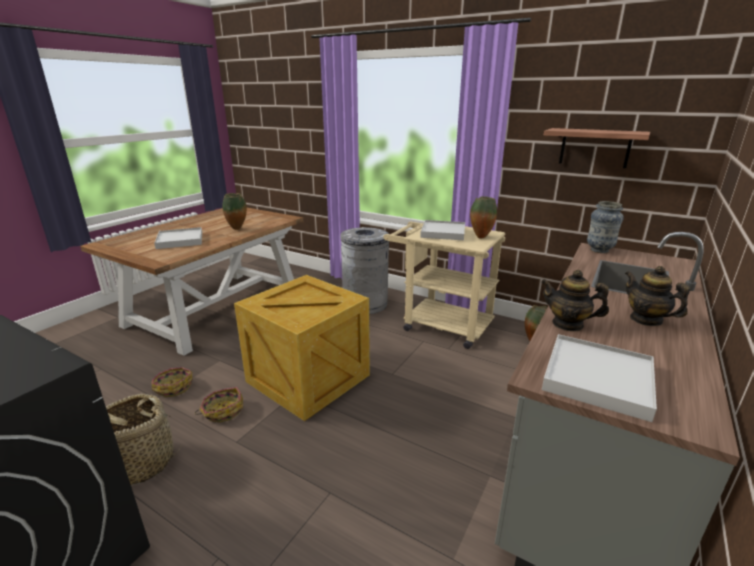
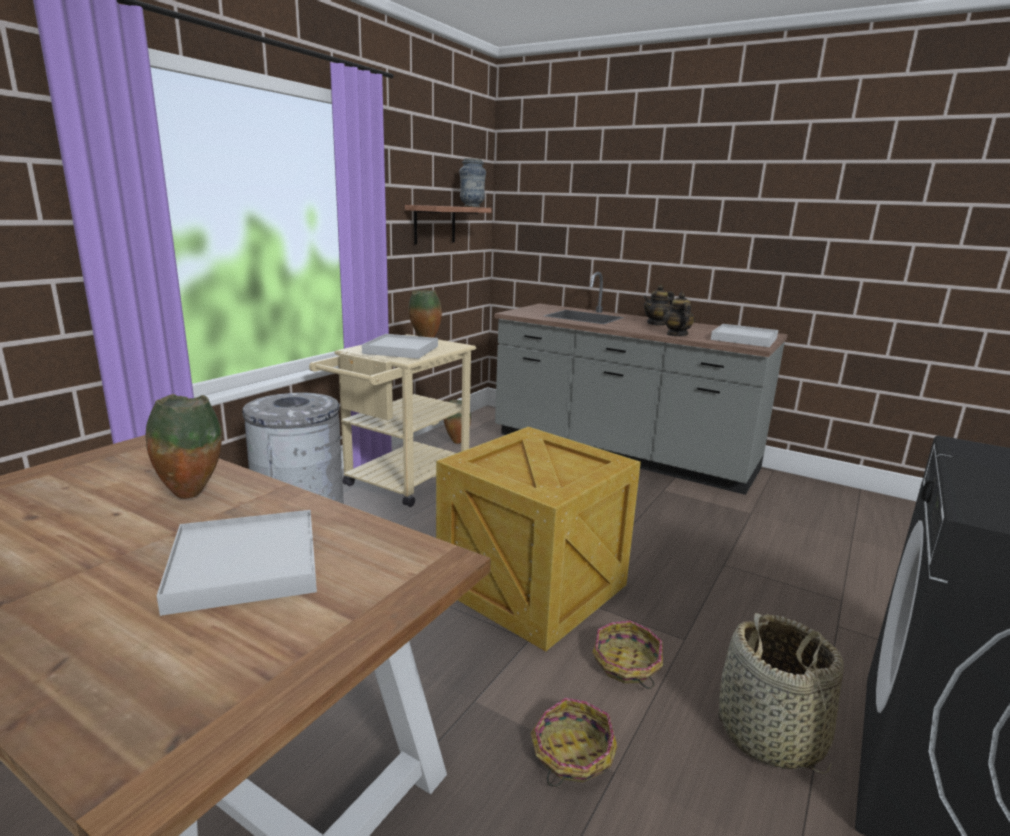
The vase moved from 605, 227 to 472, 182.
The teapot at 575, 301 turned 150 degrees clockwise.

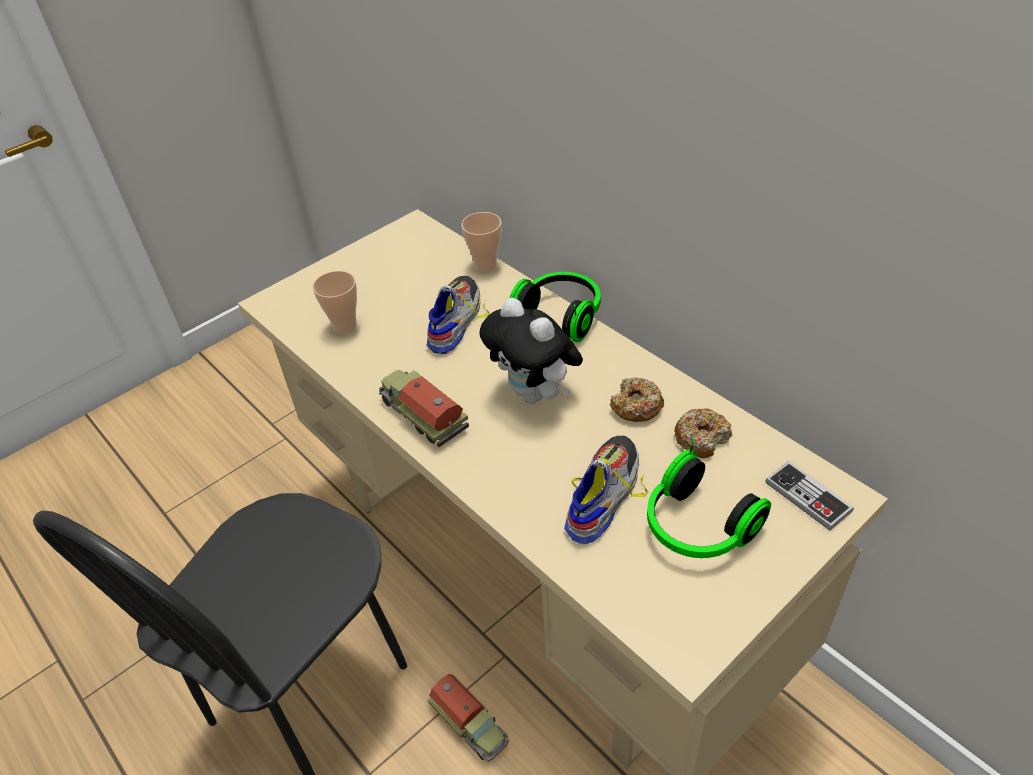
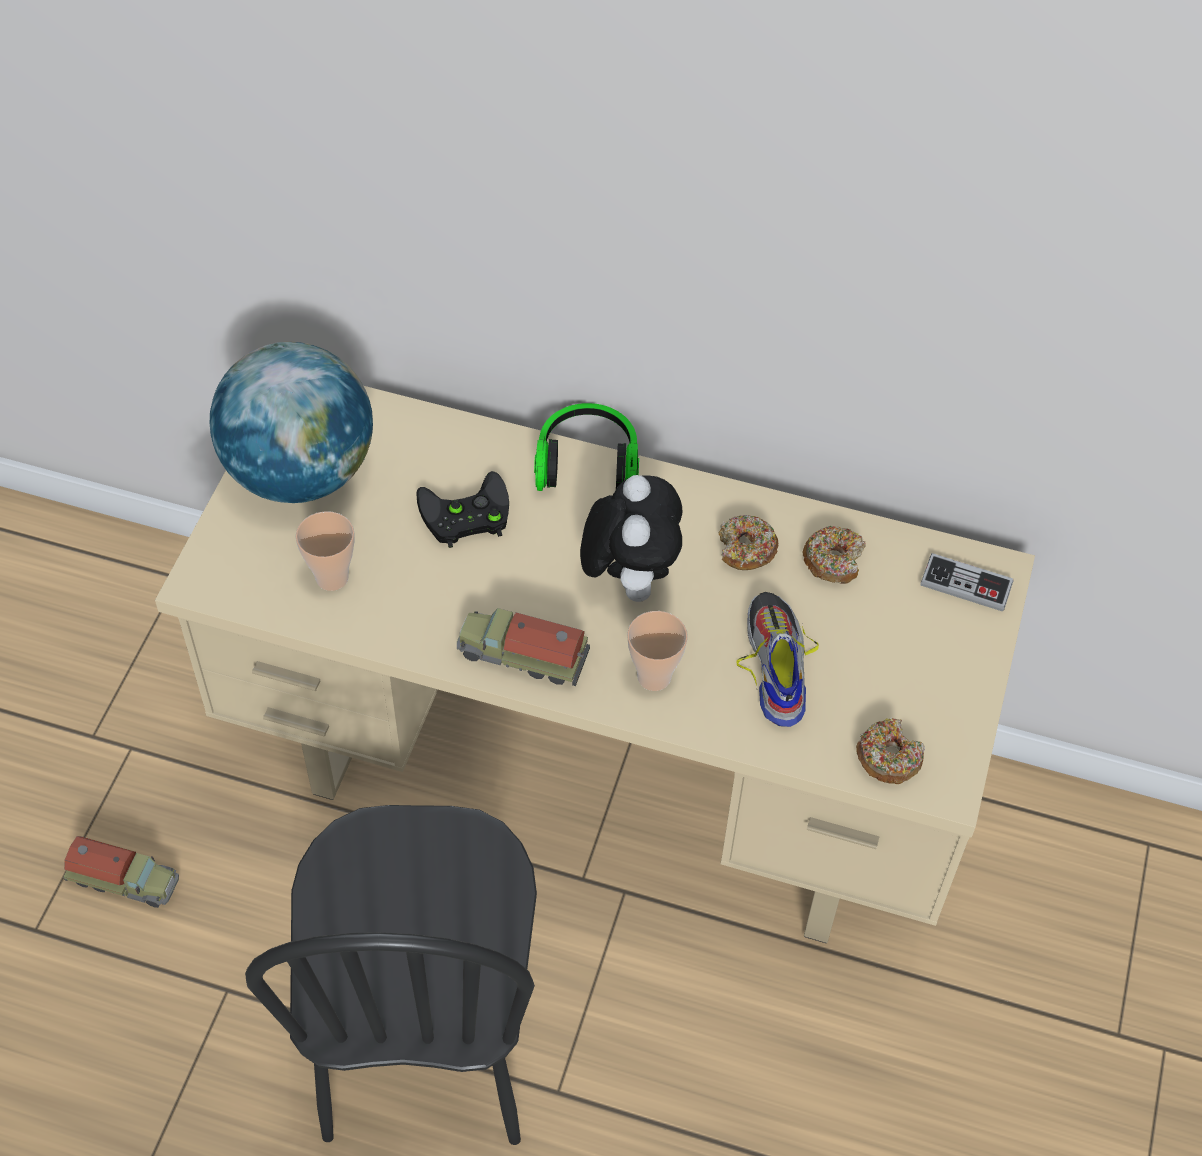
The headphones at 709, 499 disappeared.
The globe at 291, 422 appeared.
The donut at 890, 751 appeared.
The toy truck moved from 468, 718 to 121, 872.
The cup moved from 481, 242 to 657, 651.
The shoe at 458, 315 was replaced by the game controller (black) at 462, 509.
The plush toy at 531, 351 turned 105 degrees counterclockwise.

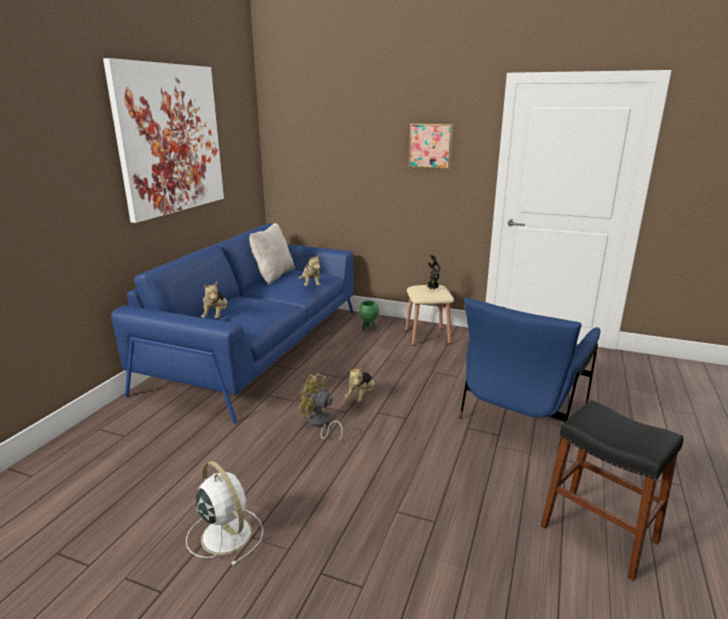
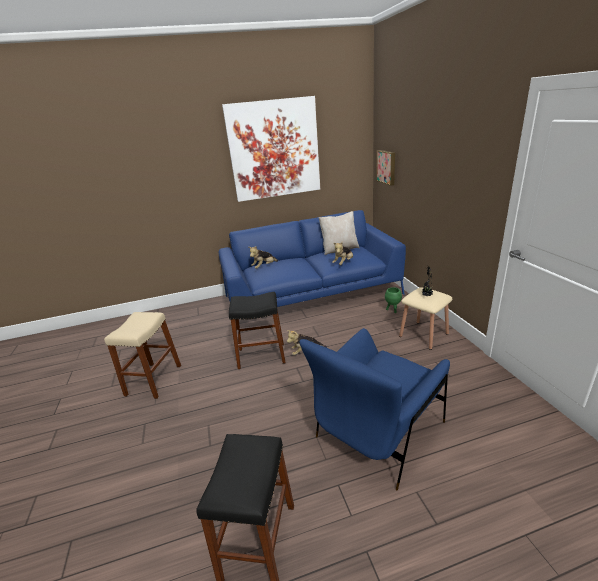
The picture moved from 431, 146 to 385, 168.
The fan (white) at 224, 513 was replaced by the stool (beige) at 142, 355.
The fan (yellow) at 321, 408 was replaced by the stool (black) at 257, 330.
The armchair (blue) at 530, 375 turned 45 degrees counterclockwise.

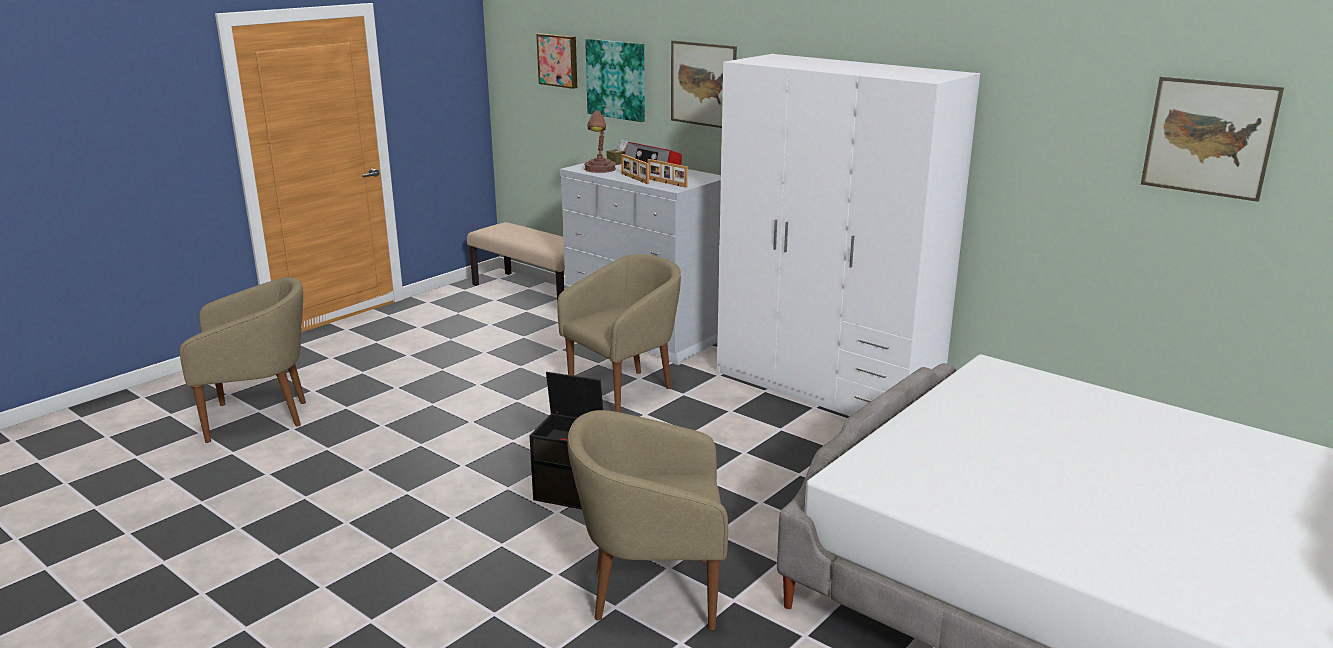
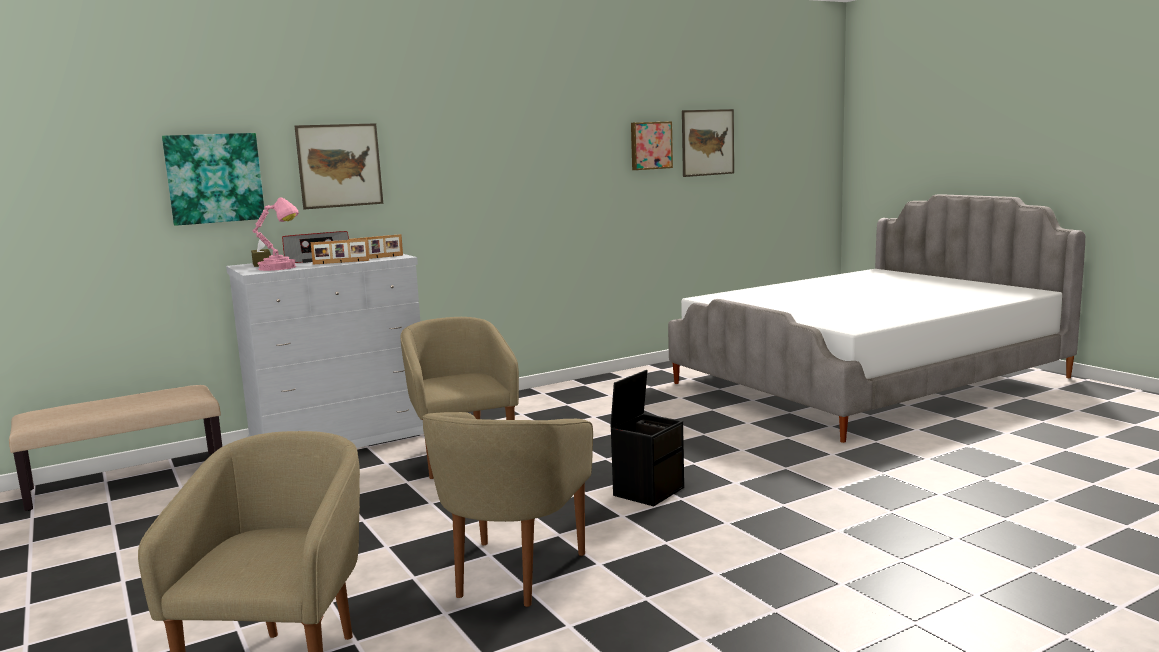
The wardrobe (white) at 848, 235 disappeared.
The picture moved from 556, 61 to 652, 145.
The armchair (beige) moved from 647, 520 to 508, 509.
The table lamp (brown) at 600, 141 became the table lamp (pink) at 276, 234.

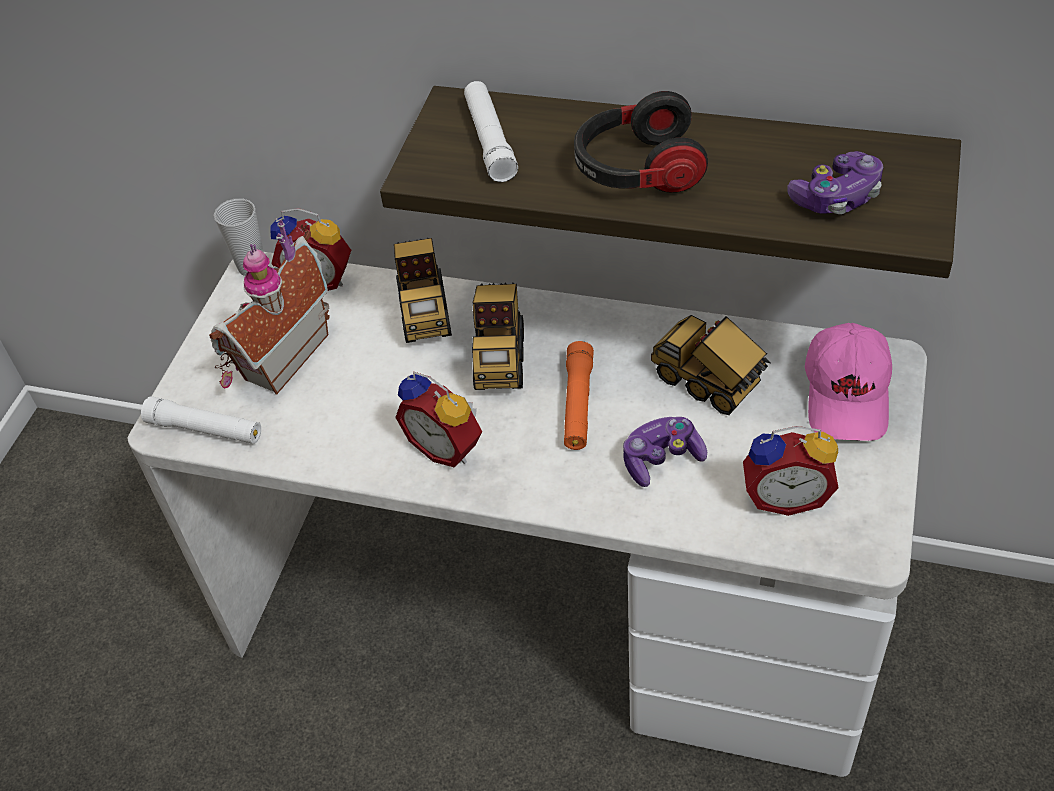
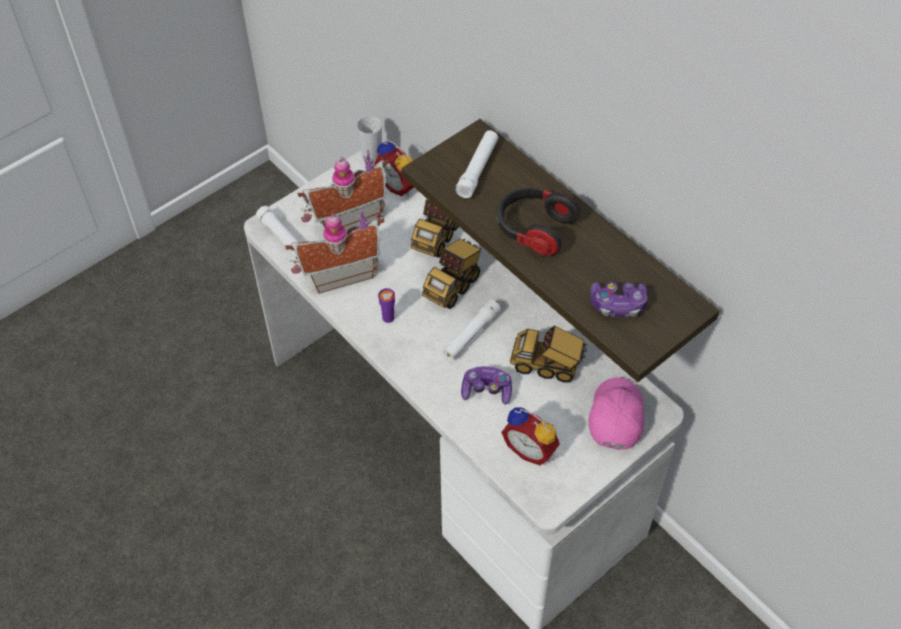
The toy house at 334, 250 appeared.
The alarm clock at 438, 420 was replaced by the cup (purple) at 386, 305.
The flashlight (orange) at 579, 395 became the flashlight (white) at 472, 329.
The toy truck at 711, 365 turned 60 degrees counterclockwise.
The cap (pink) at 848, 382 turned 150 degrees clockwise.

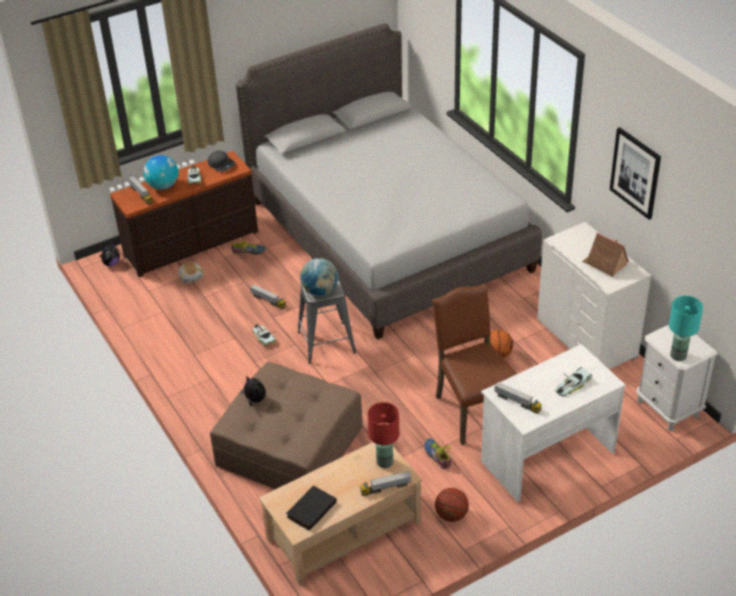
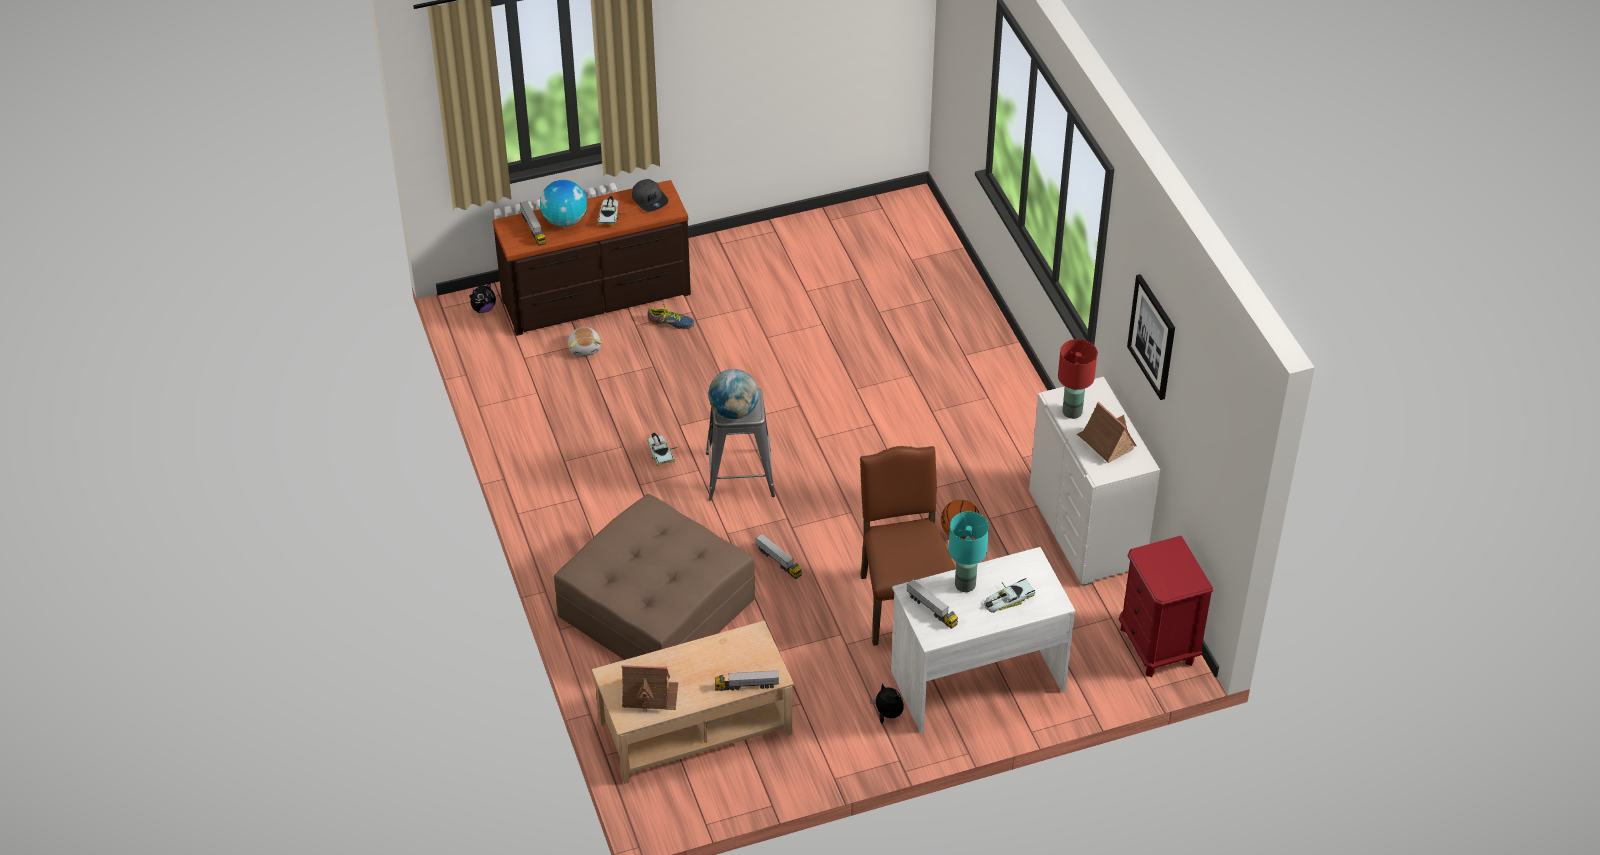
The bed (grey) at 389, 181 disappeared.
The shoe at 437, 454 disappeared.
The basketball at 452, 505 disappeared.
The plush toy moved from 253, 390 to 887, 703.
The toy truck moved from 268, 297 to 779, 556.
The table lamp (red) moved from 383, 435 to 1077, 379.
The table lamp (turquoise) moved from 686, 328 to 968, 552.
The book (black) at 311, 508 was replaced by the toy house at 649, 689.
The nightstand (white) at 677, 378 became the nightstand (red) at 1166, 606.

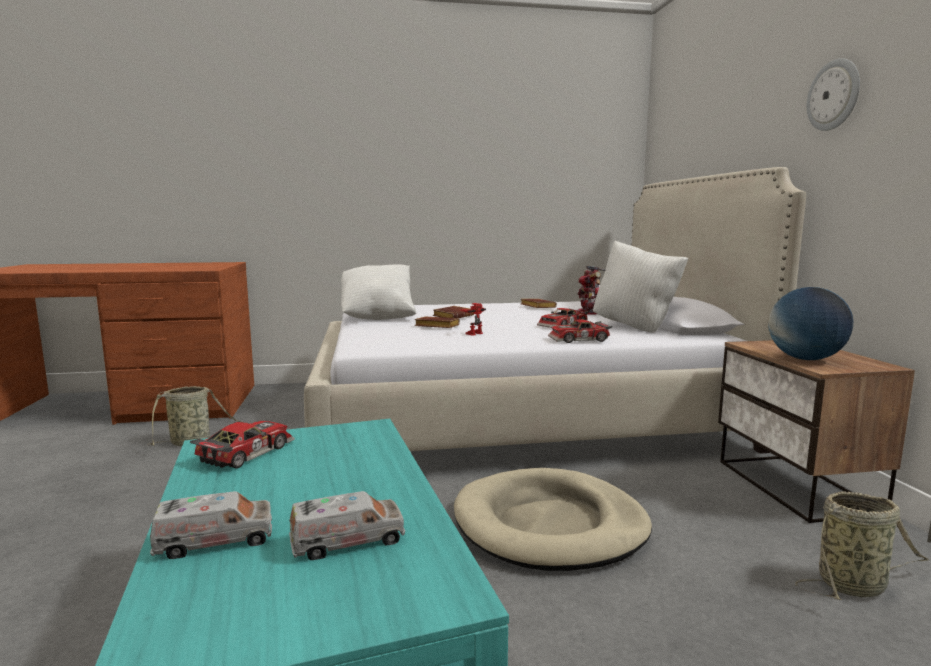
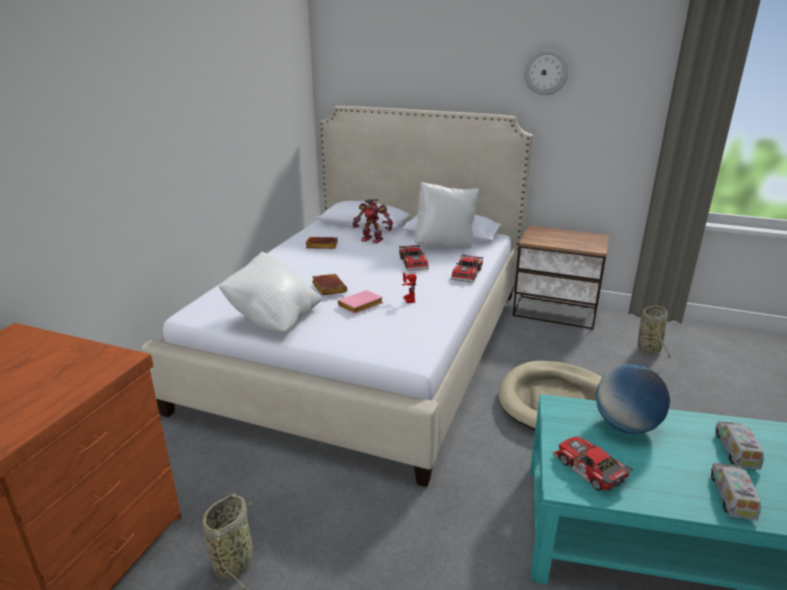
The globe moved from 810, 323 to 633, 399.
The book (brown) at 437, 322 became the book (pink) at 360, 302.

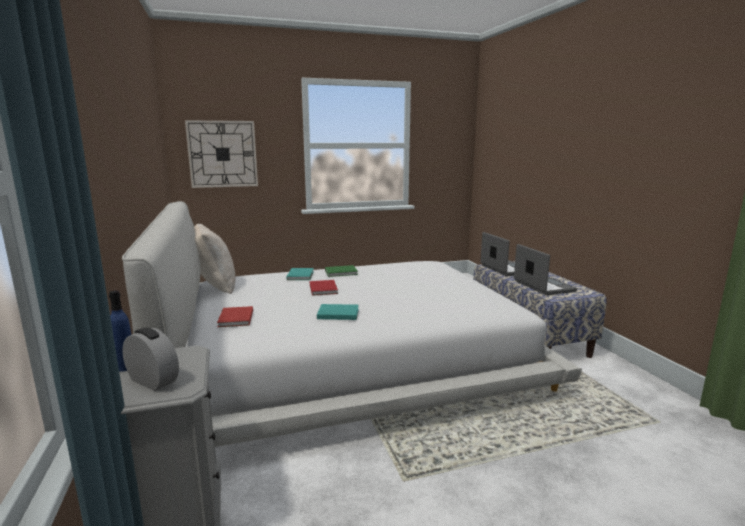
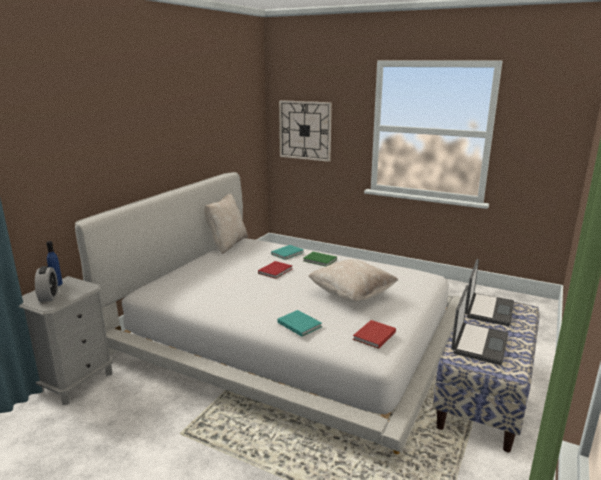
The pillow (beige) at 353, 280 appeared.
The book (red) moved from 235, 316 to 374, 334.
The book (turquoise) moved from 338, 312 to 300, 323.

